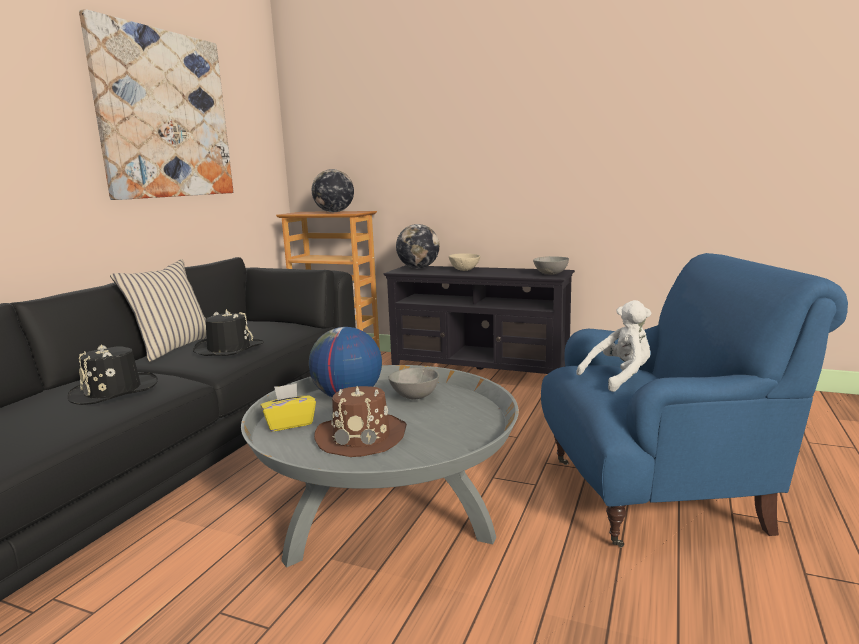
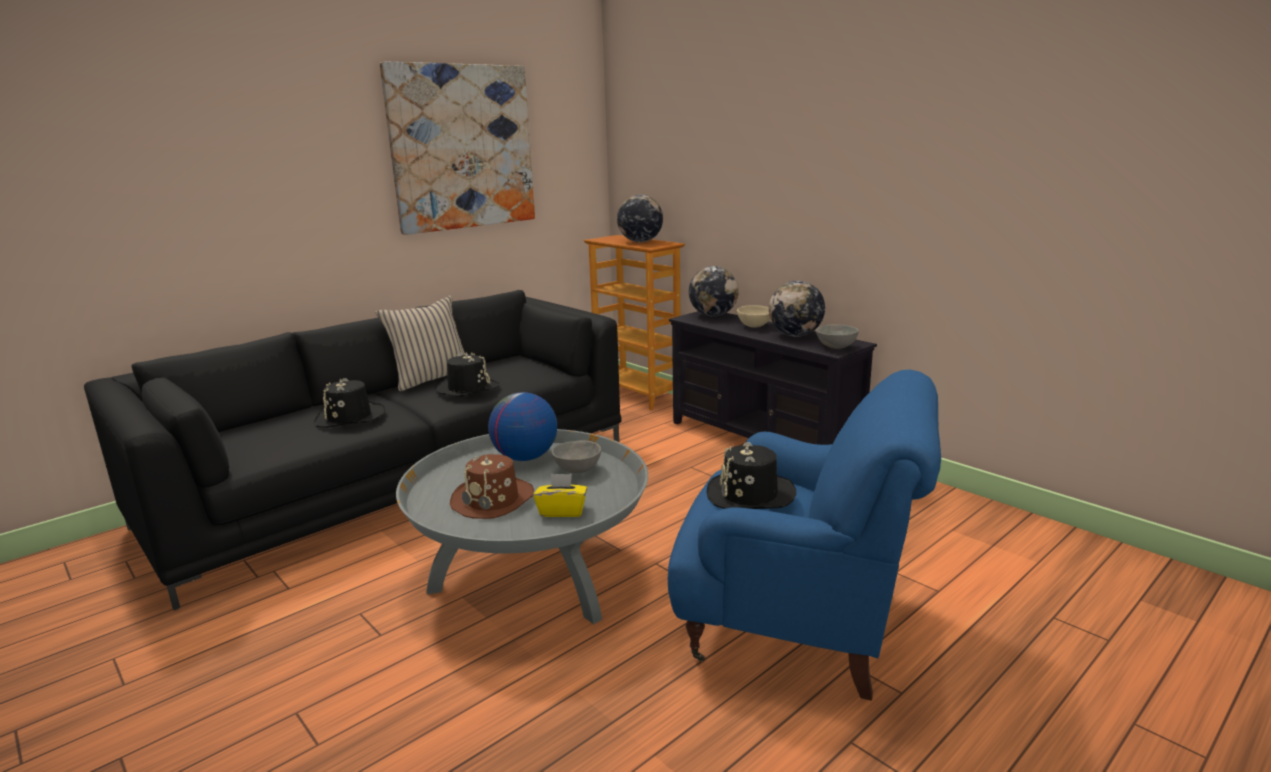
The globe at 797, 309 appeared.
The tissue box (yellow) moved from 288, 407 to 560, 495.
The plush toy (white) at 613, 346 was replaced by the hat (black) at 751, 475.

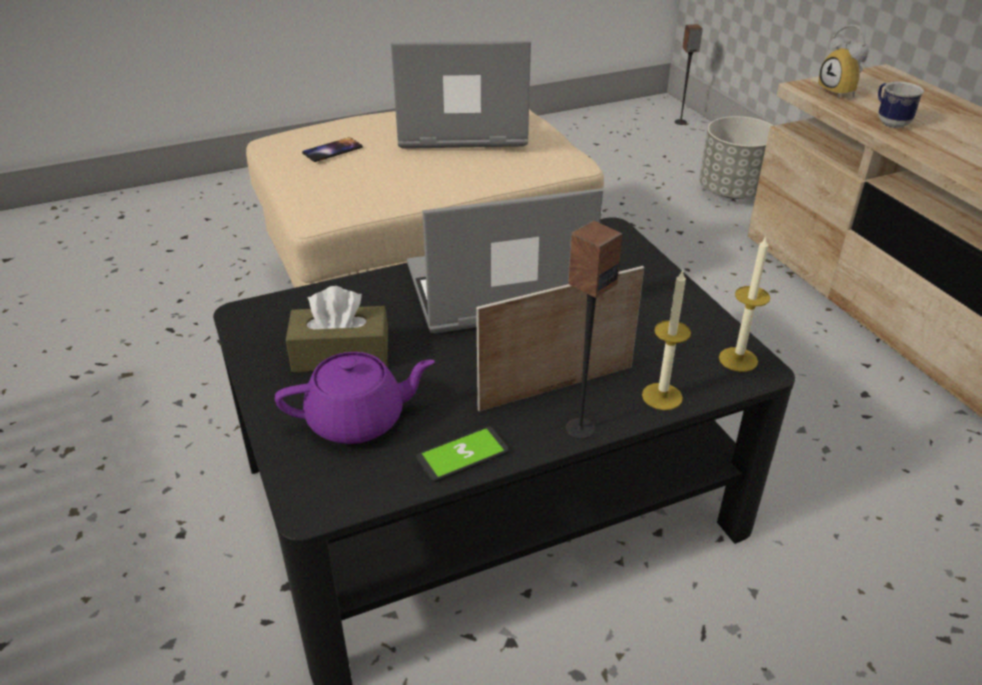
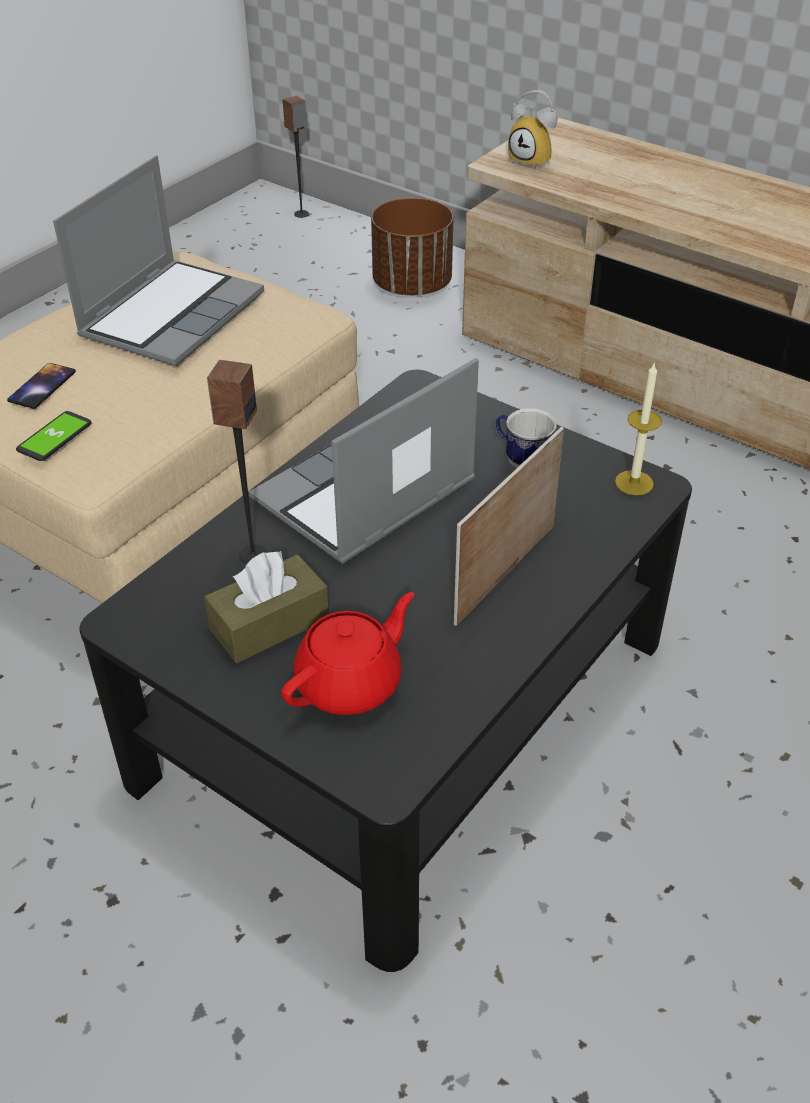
The candle at 666, 339 disappeared.
The phone moved from 462, 454 to 54, 436.
The speaker moved from 594, 330 to 237, 462.
The mug moved from 901, 104 to 526, 438.
The teapot (purple) at 355, 398 became the teapot (red) at 347, 653.
The planter (grey) at 736, 157 became the planter (brown) at 412, 246.
The laptop at 461, 95 turned 150 degrees clockwise.

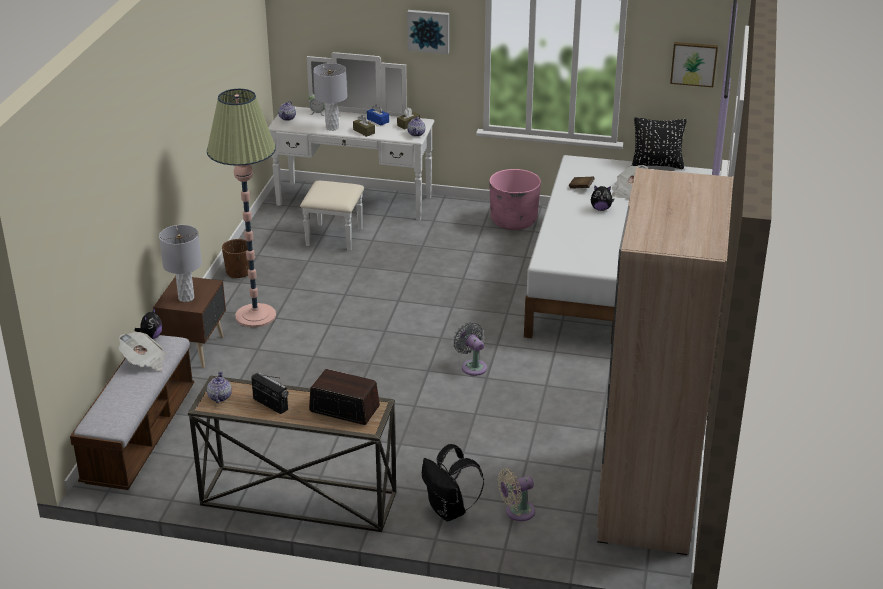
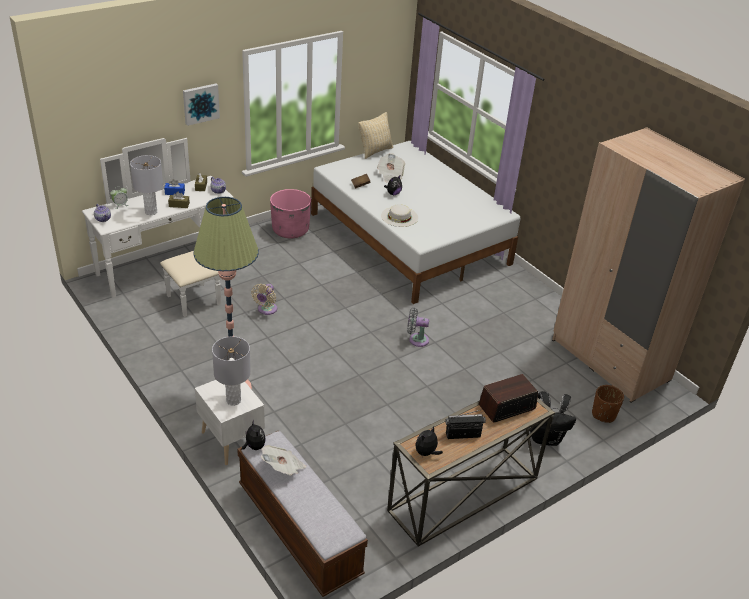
The picture at 694, 64 disappeared.
The hat (white) at 399, 215 appeared.
The planter (brown) moved from 235, 258 to 608, 404.
The fan (beige) moved from 516, 494 to 264, 299.
The teapot at 219, 387 was replaced by the plush toy at 429, 442.
The nightstand (brown) at 189, 322 became the nightstand (white) at 230, 422.
The pillow (black) at 659, 143 became the pillow (beige) at 375, 135.

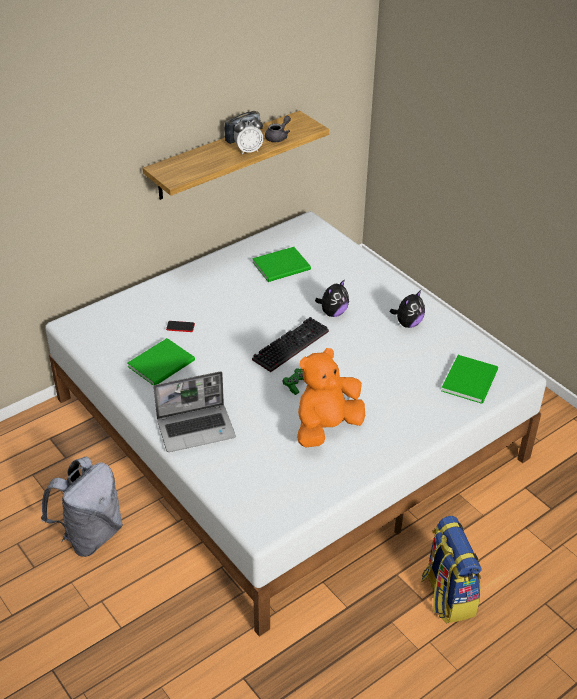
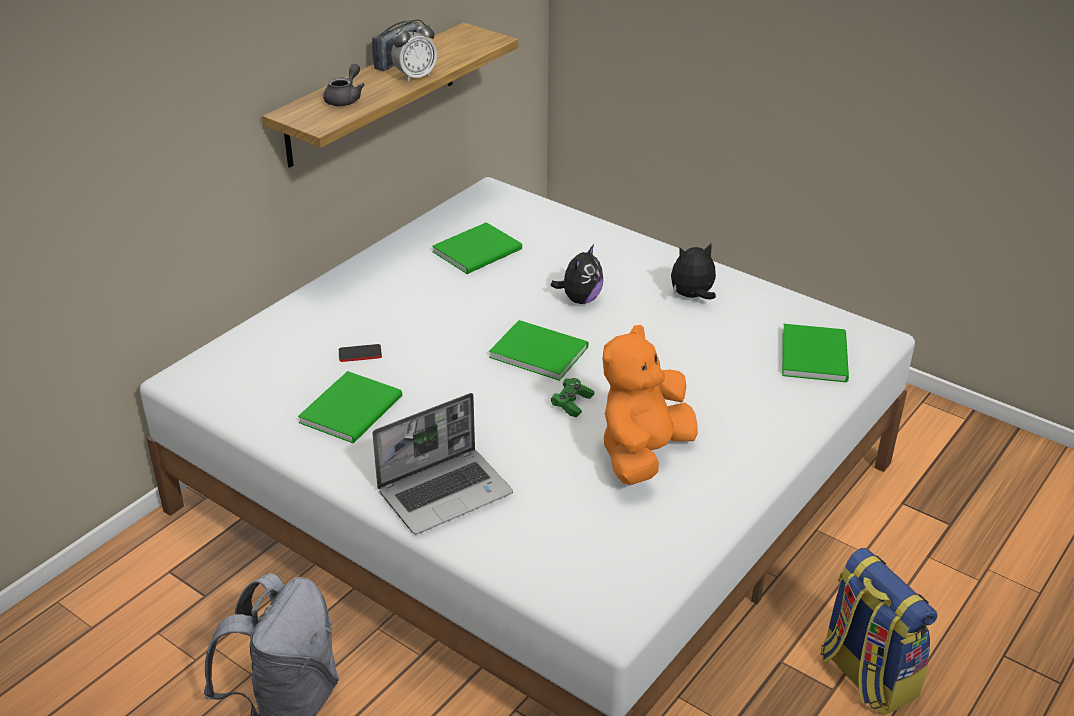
The teapot (grey) moved from 278, 129 to 344, 85.
The keyboard at 290, 344 was replaced by the book (green) at 539, 350.
The plush toy at 407, 309 turned 135 degrees counterclockwise.

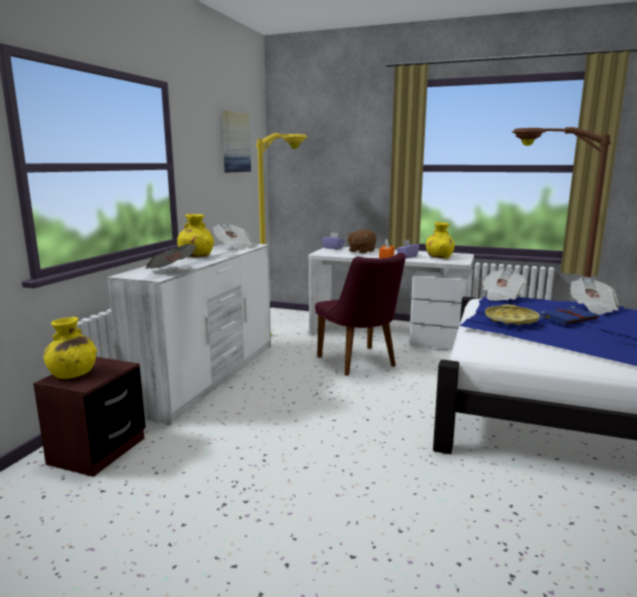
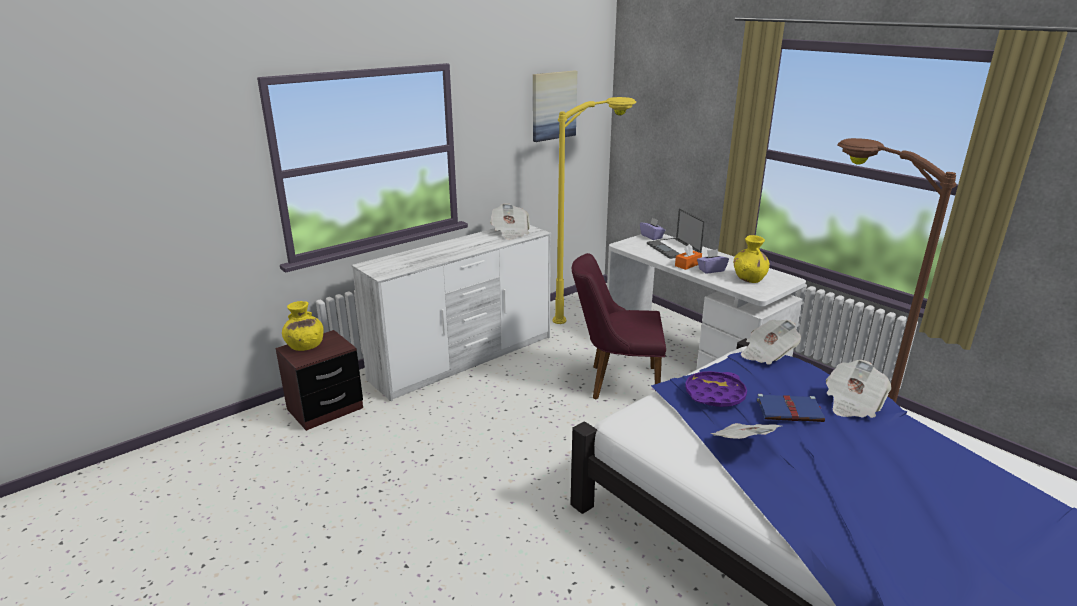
The vase (yellow) at 195, 235 disappeared.
The newspaper moved from 171, 256 to 746, 431.
The plush toy (brown) at 361, 241 was replaced by the laptop at 676, 233.
The tray (yellow) at 512, 315 became the tray (purple) at 716, 389.
The chair (purple) at 360, 314 turned 90 degrees clockwise.

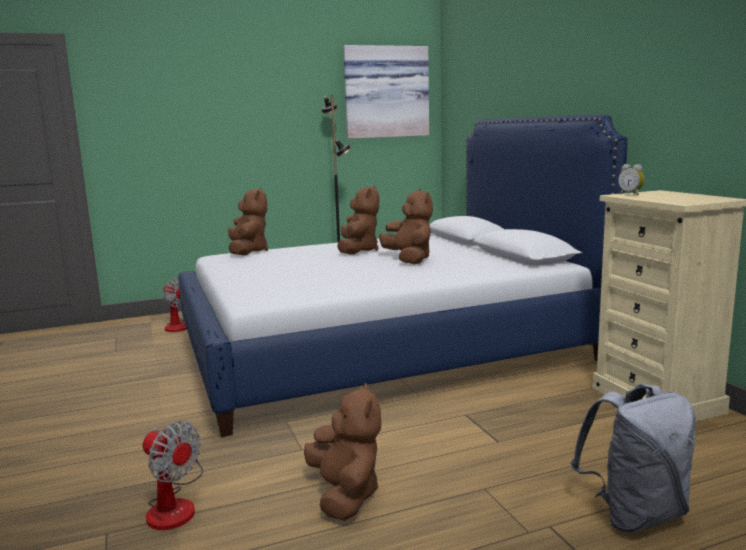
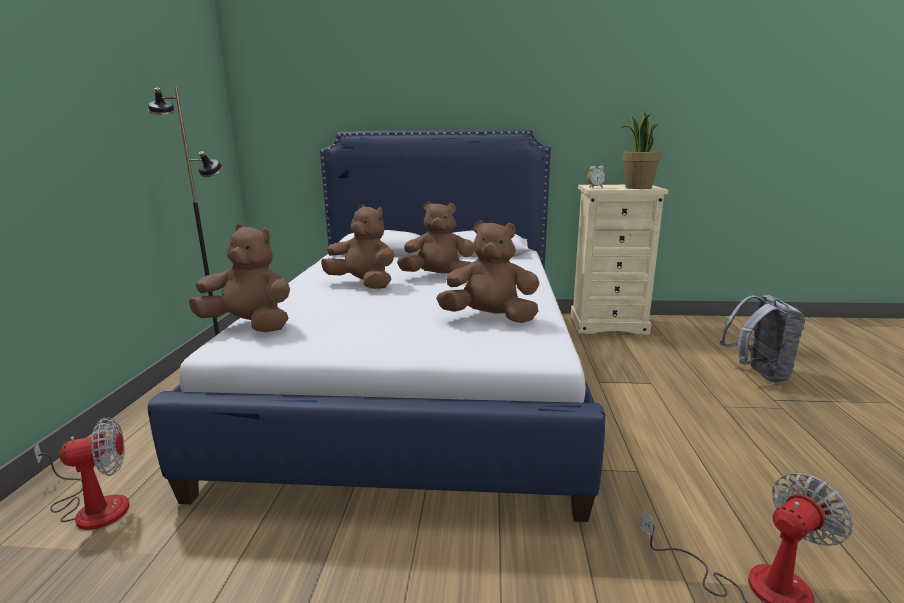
The picture at 386, 92 disappeared.
The potted plant at 641, 150 appeared.
The plush toy (brown) moved from 342, 452 to 487, 271.

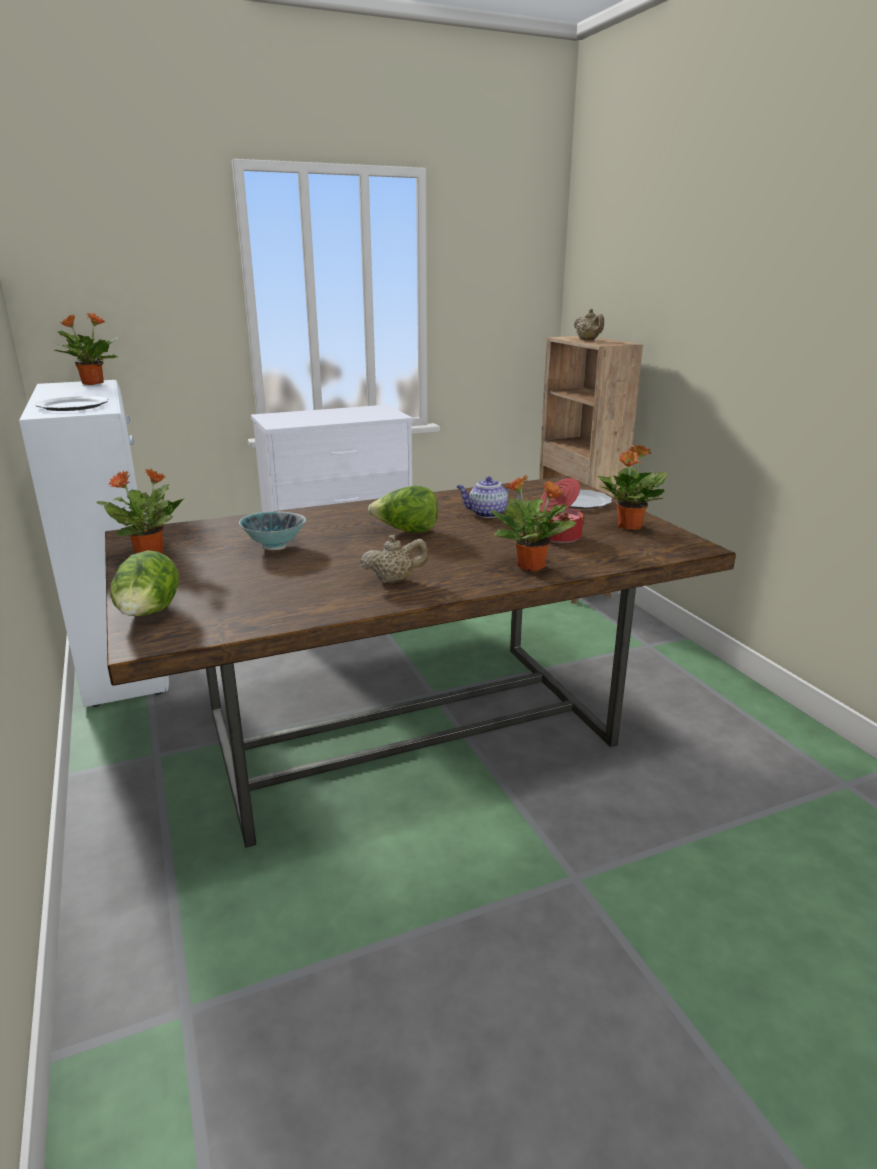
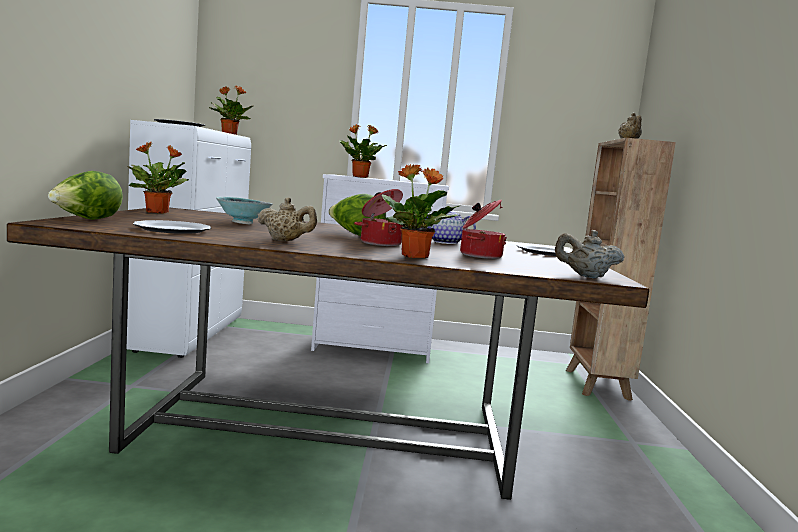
The plate at 172, 227 appeared.
The cooking pot at 378, 217 appeared.
The teapot (beige) at 590, 254 appeared.
The potted plant moved from 633, 487 to 363, 151.

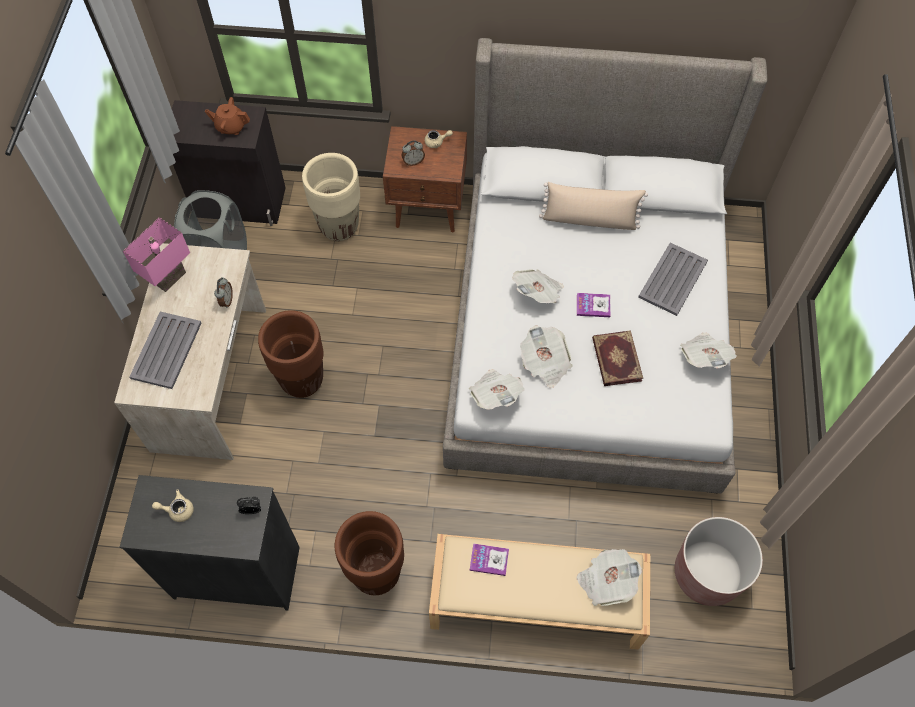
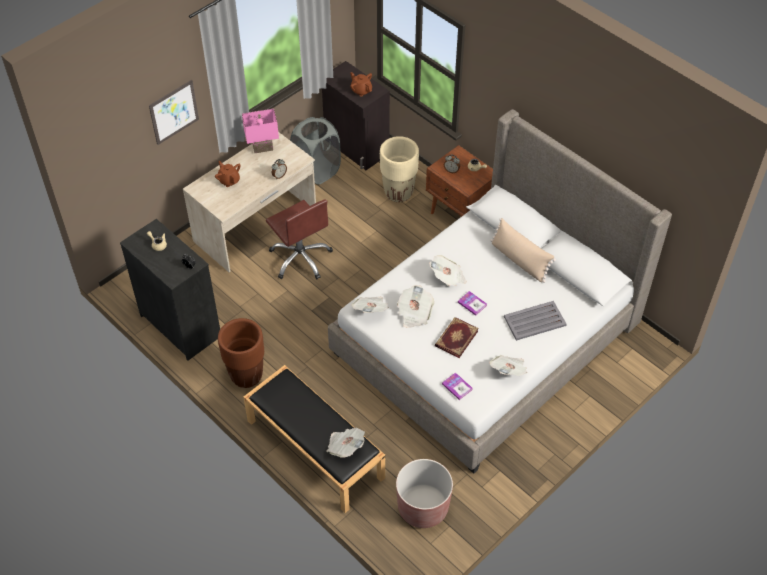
The picture at 174, 112 appeared.
The book moved from 489, 560 to 457, 386.
The tray (grey) at 165, 350 was replaced by the teapot (brown) at 228, 174.
The planter (brown) at 290, 354 was replaced by the office chair (brown) at 299, 239.
The bench (beige) at 540, 592 became the bench (black) at 314, 439.

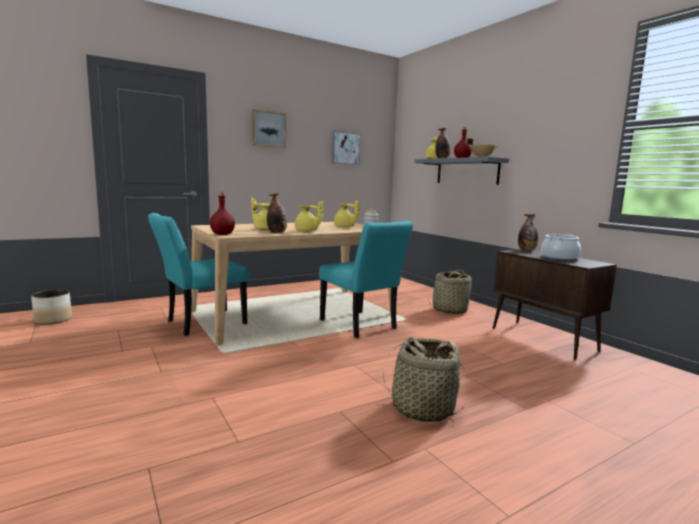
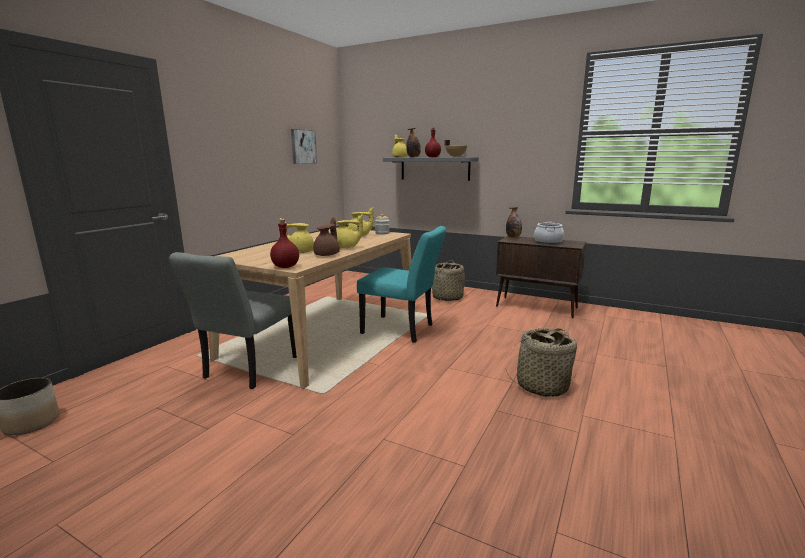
The picture at 269, 129 disappeared.
The bottle at 277, 213 was replaced by the teapot (brown) at 326, 236.
The chair (turquoise) at 198, 274 became the chair (grey) at 233, 320.

